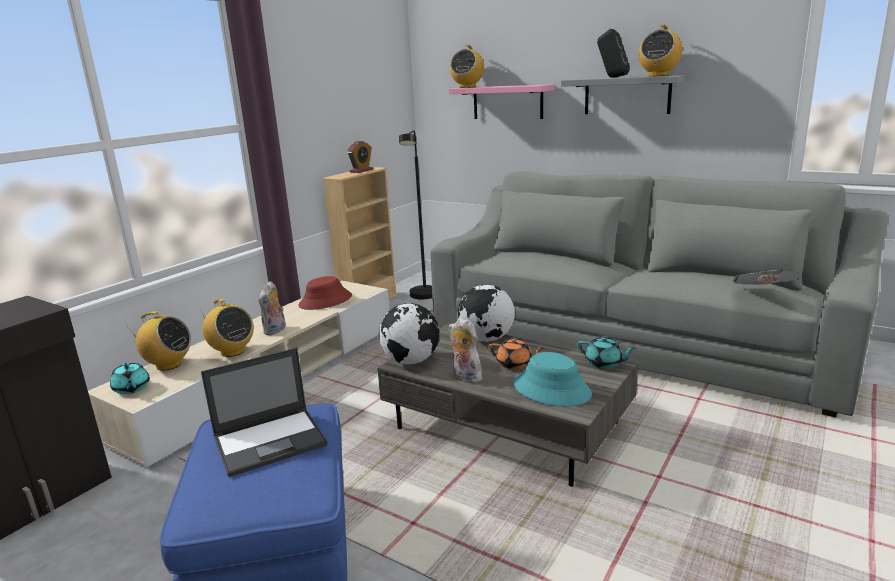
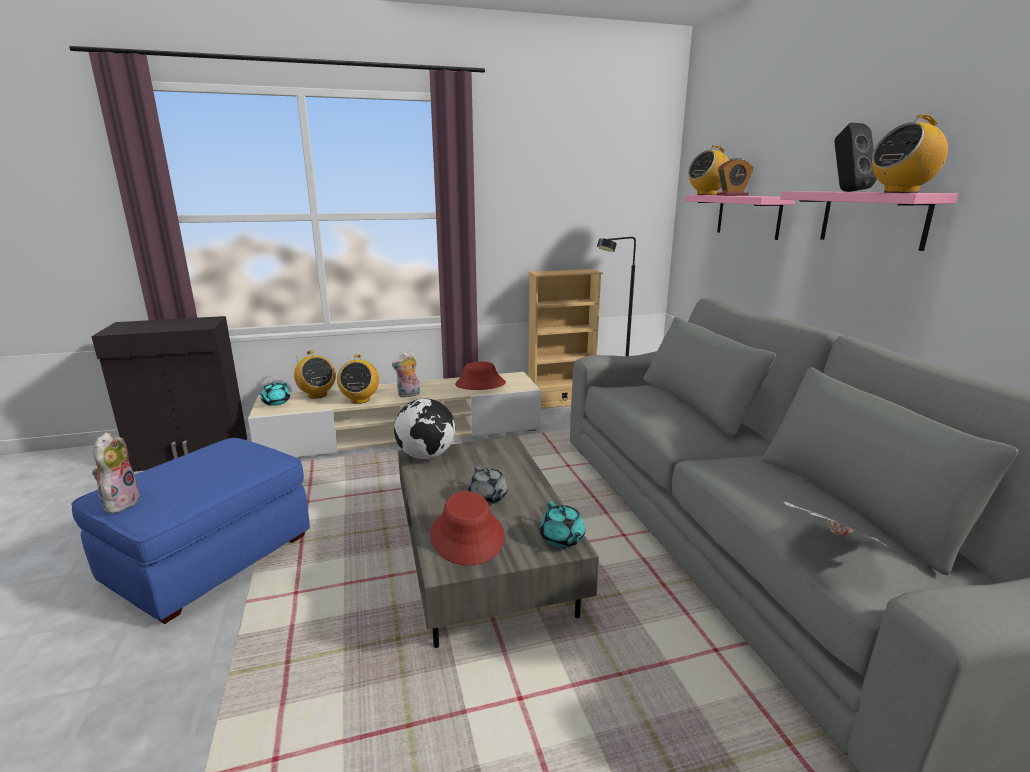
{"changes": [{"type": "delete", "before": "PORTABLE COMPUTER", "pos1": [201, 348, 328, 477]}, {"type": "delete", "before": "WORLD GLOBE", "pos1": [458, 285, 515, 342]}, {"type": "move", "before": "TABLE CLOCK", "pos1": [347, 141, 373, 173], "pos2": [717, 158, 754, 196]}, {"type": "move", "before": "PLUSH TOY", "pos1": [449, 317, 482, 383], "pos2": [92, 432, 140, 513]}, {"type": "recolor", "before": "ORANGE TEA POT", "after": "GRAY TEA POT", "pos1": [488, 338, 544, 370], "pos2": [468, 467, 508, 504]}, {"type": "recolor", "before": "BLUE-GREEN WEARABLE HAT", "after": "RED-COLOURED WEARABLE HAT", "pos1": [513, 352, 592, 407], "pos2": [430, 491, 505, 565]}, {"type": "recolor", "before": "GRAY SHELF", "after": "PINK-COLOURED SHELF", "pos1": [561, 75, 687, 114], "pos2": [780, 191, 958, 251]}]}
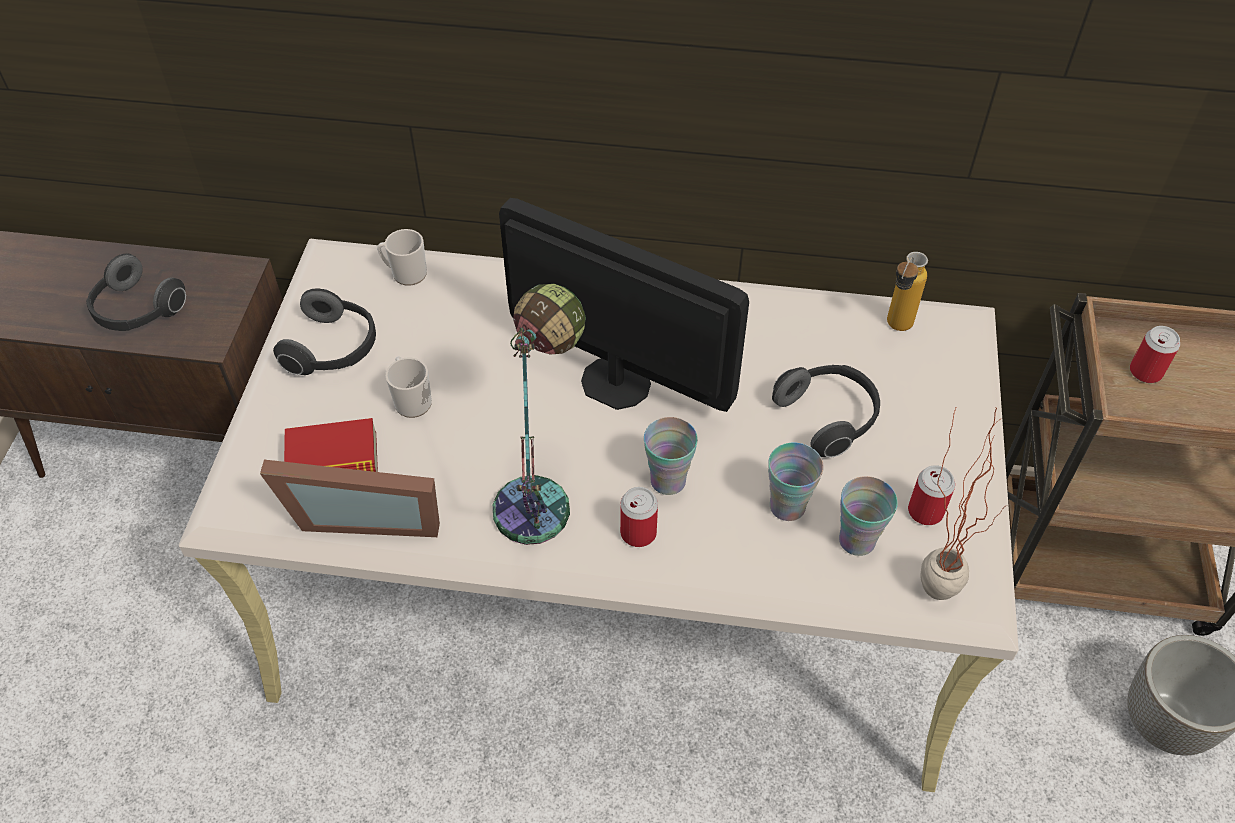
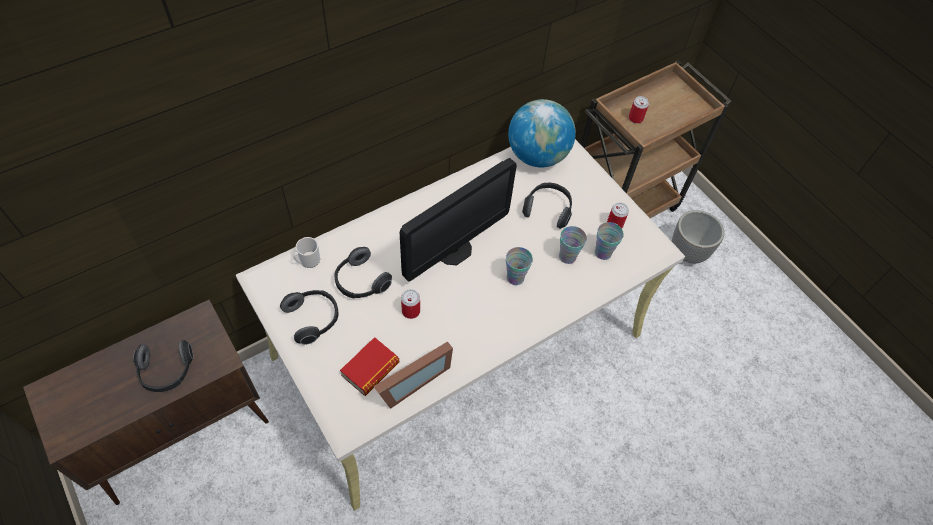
{"changes": [{"type": "delete", "before": "TEA MUG", "pos1": [386, 356, 432, 418]}, {"type": "delete", "before": "TABLE LAMP", "pos1": [493, 284, 586, 545]}, {"type": "delete", "before": "HOUSEPLANT", "pos1": [920, 406, 1008, 600]}, {"type": "insert", "after": "HEADPHONES", "pos2": [335, 247, 392, 298]}, {"type": "move", "before": "SEALED CAN", "pos1": [620, 487, 658, 547], "pos2": [401, 289, 420, 319]}, {"type": "replace", "before": "BOTTLE", "after": "WORLD GLOBE", "pos1": [887, 252, 928, 331], "pos2": [508, 99, 576, 168]}, {"type": "rotate", "before": "COMPUTER SCREEN", "pos1": [499, 198, 749, 412], "pos2": [400, 158, 517, 282], "turn": 150}]}
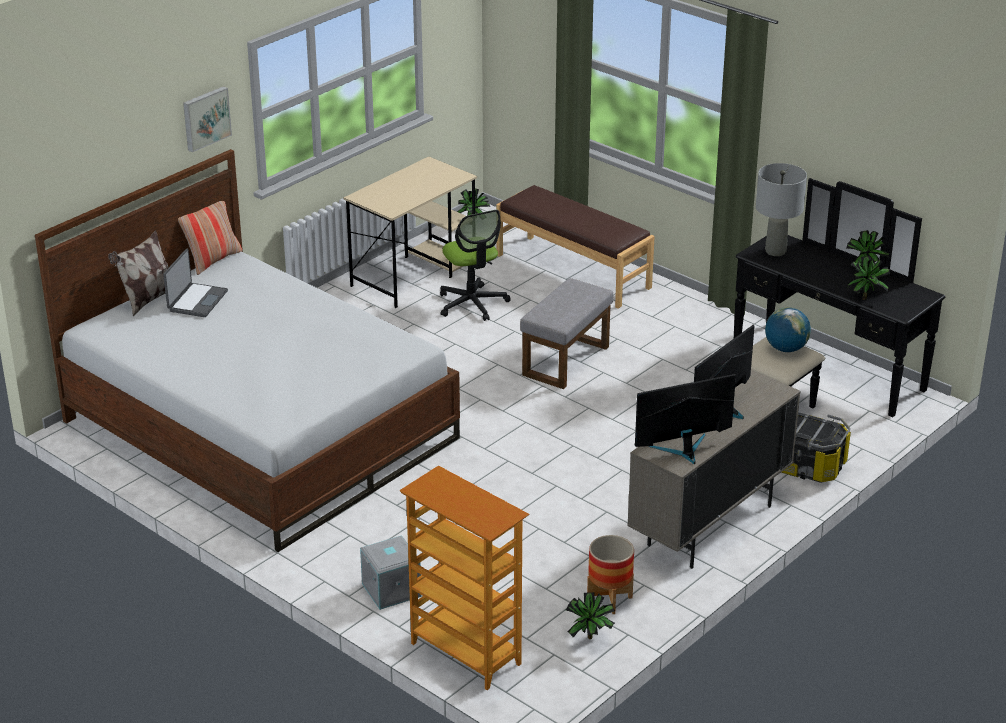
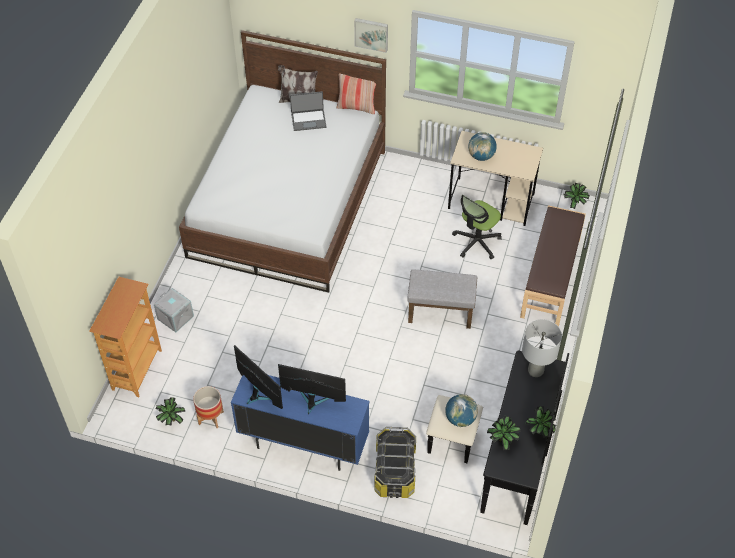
{"changes": [{"type": "insert", "after": "WORLD GLOBE", "pos2": [468, 132, 497, 161]}, {"type": "recolor", "before": "SAND-COLOURED CUPBOARD", "after": "BLUE CUPBOARD", "pos1": [627, 369, 801, 569], "pos2": [231, 375, 369, 471]}]}
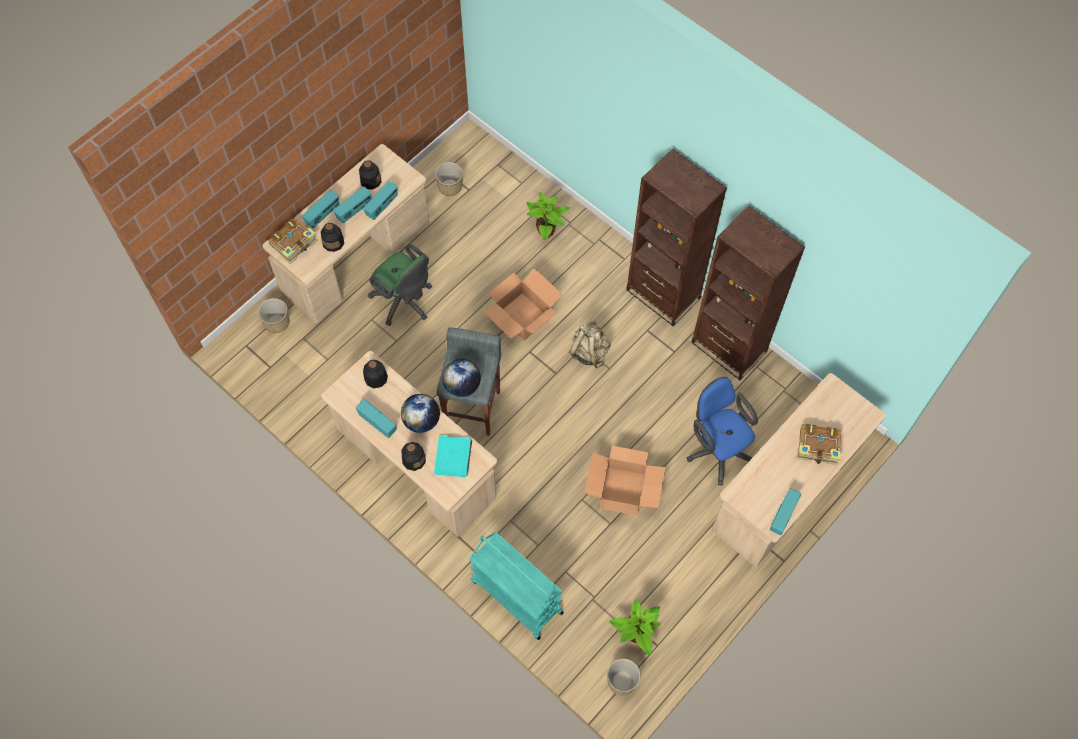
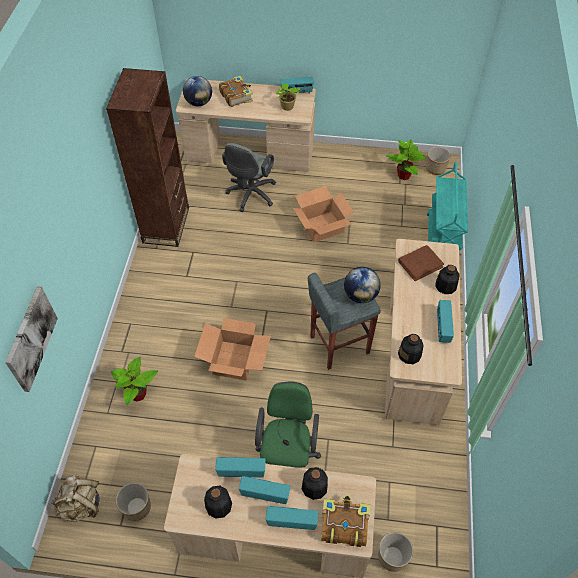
{"changes": [{"type": "delete", "before": "BROWN-COLOURED BOOKSHELF", "pos1": [626, 148, 727, 326]}, {"type": "insert", "after": "WALL PICTURE", "pos2": [5, 286, 58, 392]}, {"type": "insert", "after": "HOUSEPLANT", "pos2": [276, 83, 300, 111]}, {"type": "move", "before": "WORLD GLOBE", "pos1": [401, 394, 440, 433], "pos2": [183, 76, 212, 106]}, {"type": "move", "before": "SAND-COLOURED BACKPACK", "pos1": [569, 320, 611, 369], "pos2": [51, 474, 100, 522]}, {"type": "recolor", "before": "BLUE-GREEN VOLUME", "after": "BROWN-COLOURED VOLUME", "pos1": [434, 436, 472, 477], "pos2": [398, 245, 444, 281]}, {"type": "recolor", "before": "BLUE DESK CHAIR", "after": "GRAY DESK CHAIR", "pos1": [686, 377, 758, 485], "pos2": [222, 143, 276, 212]}]}
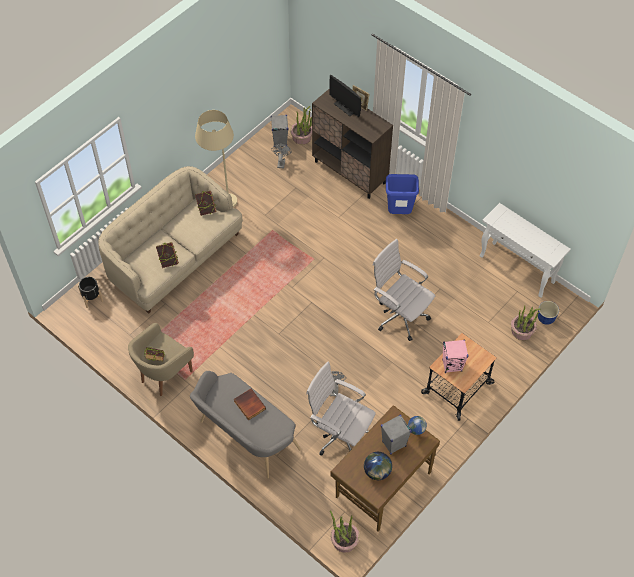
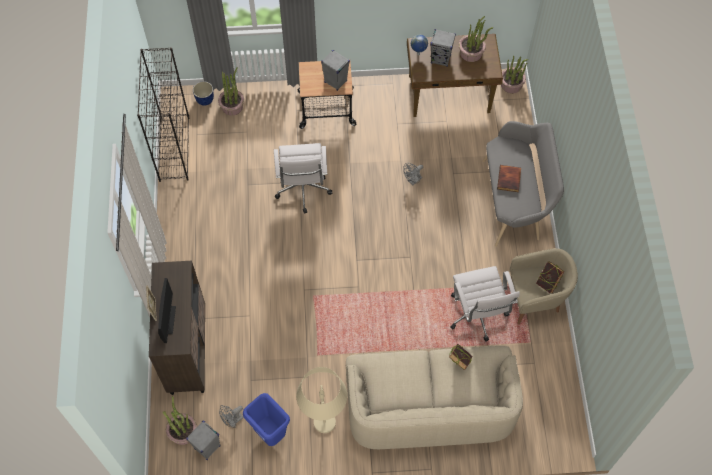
{"changes": [{"type": "delete", "before": "BLACK-COLOURED FLOWER POT", "pos1": [78, 277, 103, 308]}, {"type": "delete", "before": "VOLUME", "pos1": [195, 191, 217, 216]}, {"type": "move", "before": "WHITE DESK CHAIR", "pos1": [306, 361, 376, 456], "pos2": [450, 266, 520, 342]}, {"type": "move", "before": "BLUE WASTE BIN", "pos1": [386, 174, 419, 214], "pos2": [243, 393, 290, 446]}, {"type": "replace", "before": "WORLD GLOBE", "after": "HOUSEPLANT", "pos1": [364, 452, 392, 480], "pos2": [459, 16, 494, 62]}, {"type": "replace", "before": "WHITE NARROW TABLE", "after": "BLACK-COLOURED BOOKSHELF", "pos1": [479, 203, 571, 298], "pos2": [137, 47, 190, 182]}, {"type": "recolor", "before": "PINK-COLOURED LOUDSPEAKER", "after": "GRAY LOUDSPEAKER", "pos1": [442, 340, 469, 373], "pos2": [321, 50, 350, 91]}]}
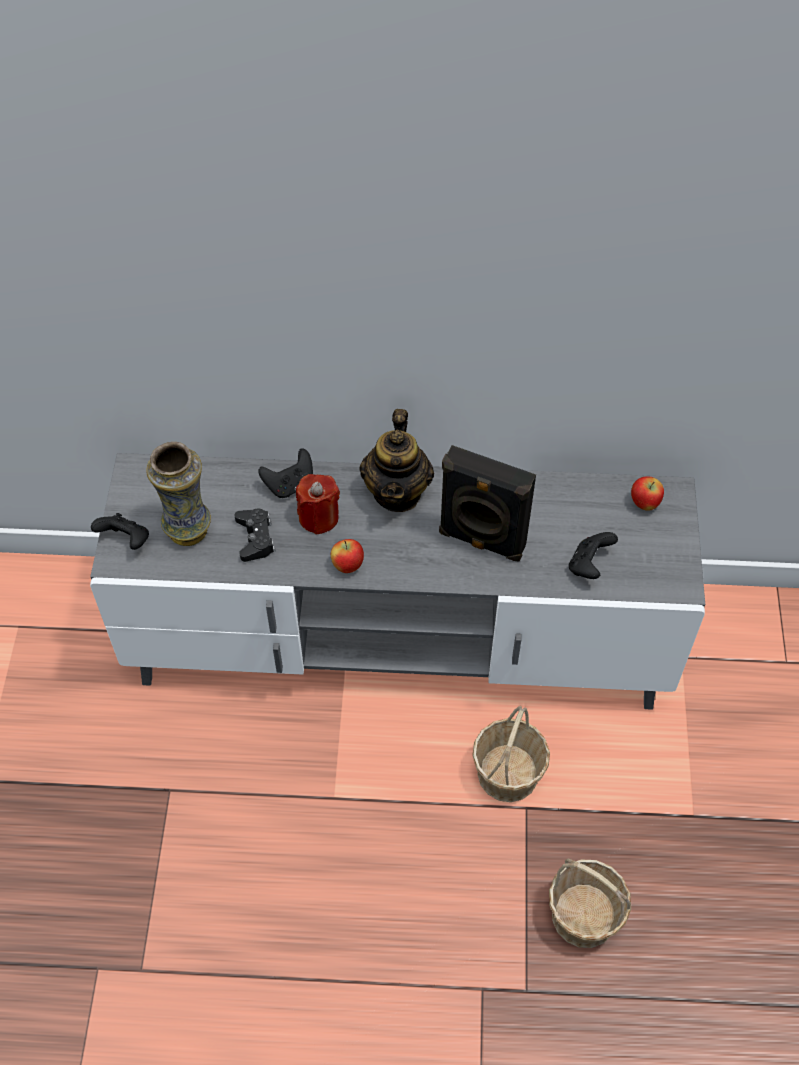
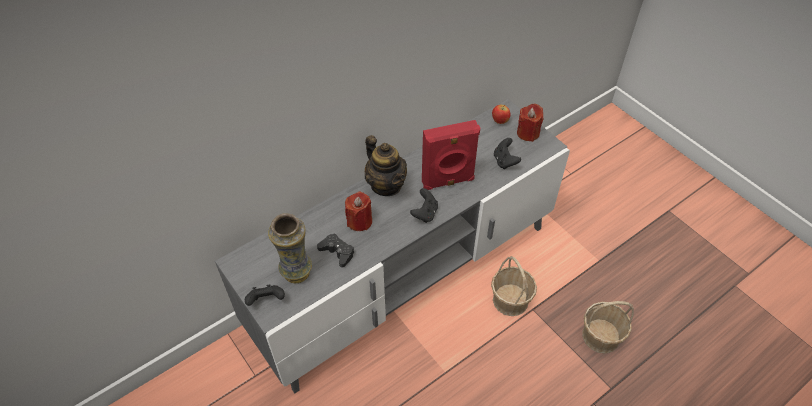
{"changes": [{"type": "delete", "before": "APPLE", "pos1": [331, 539, 364, 573]}, {"type": "insert", "after": "RED-COLOURED WAX CANDLE", "pos2": [517, 104, 543, 142]}, {"type": "move", "before": "BLACK-COLOURED GAMEPAD", "pos1": [258, 449, 313, 498], "pos2": [410, 188, 438, 223]}, {"type": "recolor", "before": "BLACK-COLOURED LOUDSPEAKER", "after": "RED-COLOURED LOUDSPEAKER", "pos1": [439, 445, 536, 562], "pos2": [422, 120, 480, 190]}]}
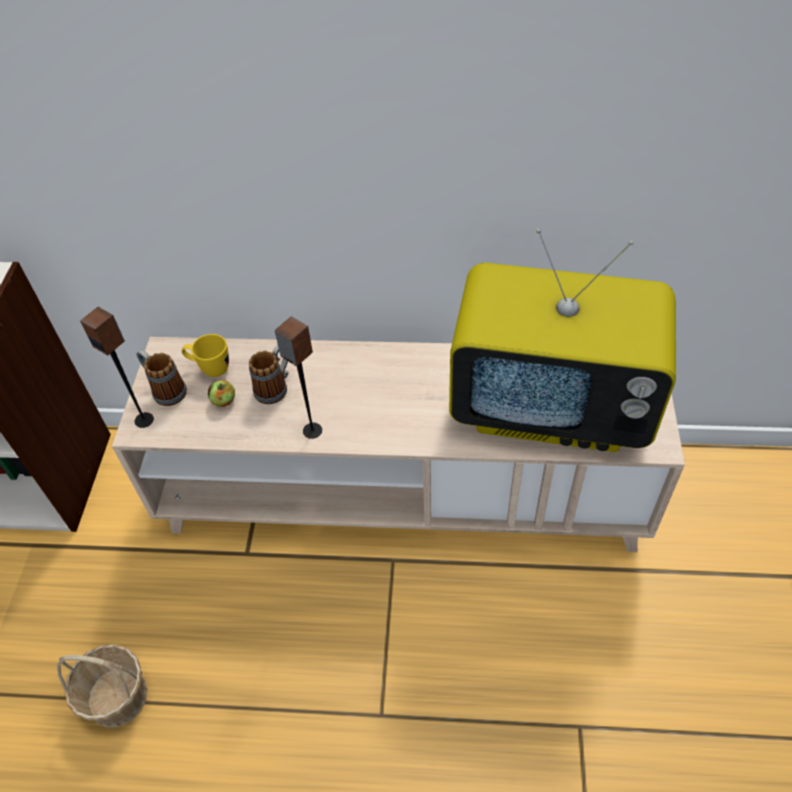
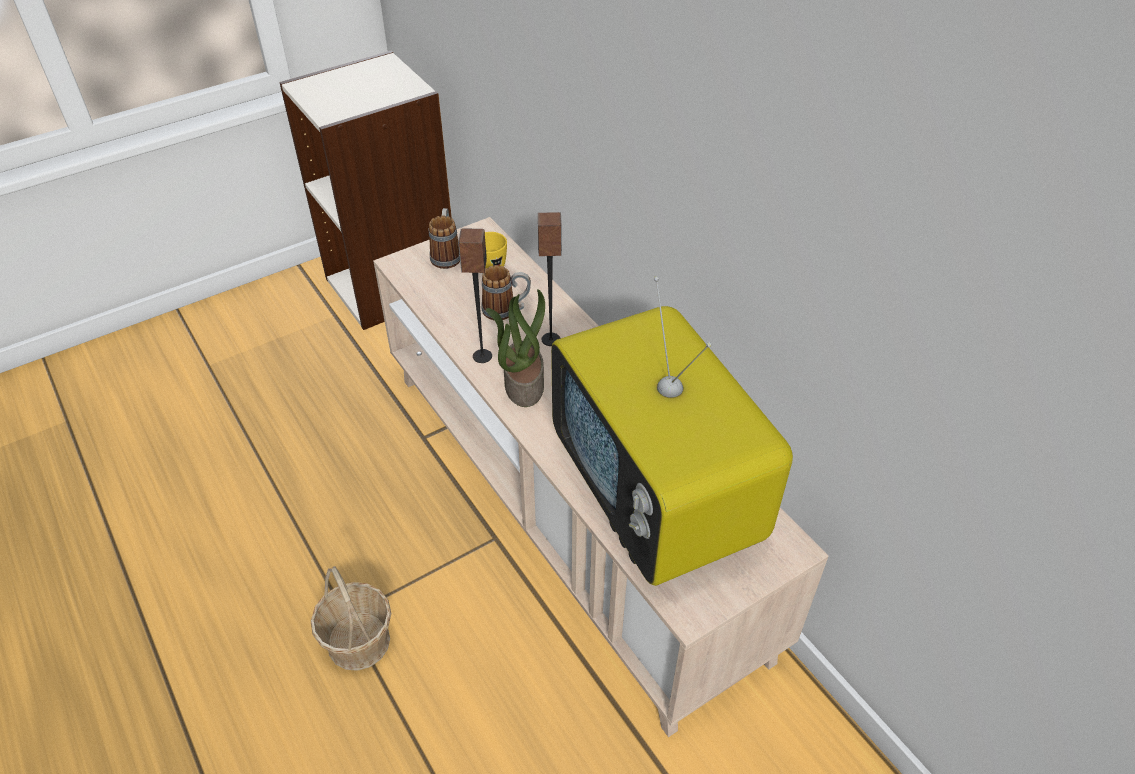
{"changes": [{"type": "delete", "before": "APPLE", "pos1": [208, 380, 235, 407]}, {"type": "insert", "after": "HOUSEPLANT", "pos2": [486, 289, 545, 407]}, {"type": "move", "before": "STORAGE BASKET", "pos1": [57, 644, 148, 728], "pos2": [311, 566, 391, 671]}, {"type": "move", "before": "LOUDSPEAKER", "pos1": [80, 307, 154, 428], "pos2": [538, 212, 562, 346]}]}
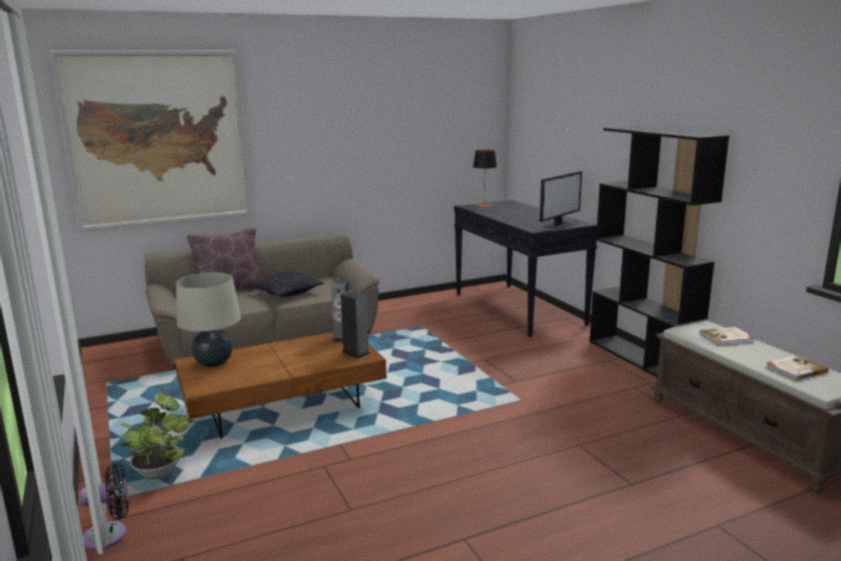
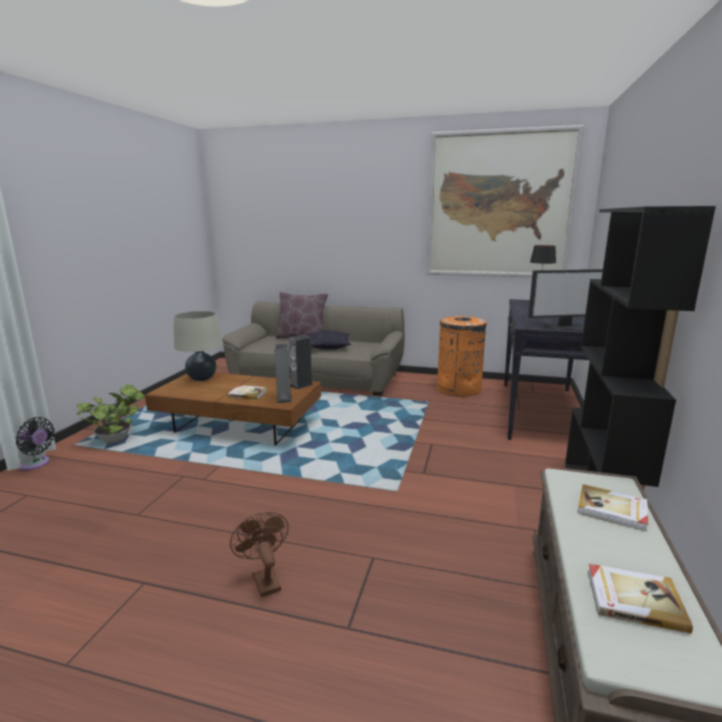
{"changes": [{"type": "insert", "after": "VOLUME", "pos2": [228, 385, 267, 400]}, {"type": "insert", "after": "BROWN-COLOURED COOLING FAN", "pos2": [230, 512, 289, 597]}, {"type": "insert", "after": "ORANGE WASTE BIN", "pos2": [437, 316, 487, 397]}, {"type": "move", "before": "WALL PICTURE", "pos1": [49, 50, 251, 232], "pos2": [426, 125, 584, 277]}]}
